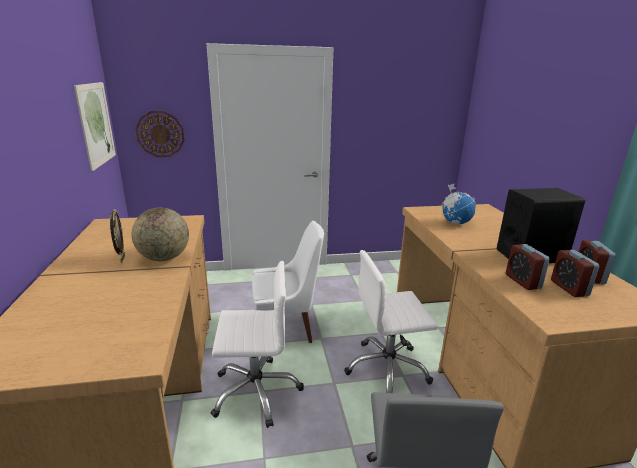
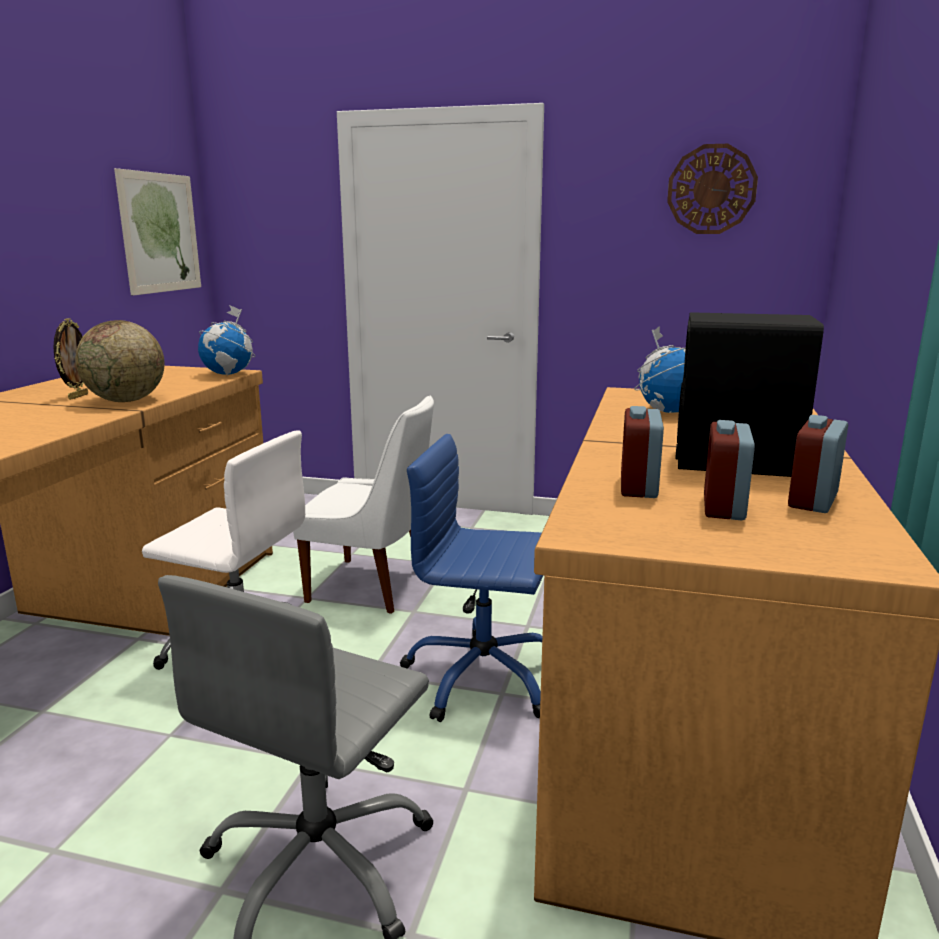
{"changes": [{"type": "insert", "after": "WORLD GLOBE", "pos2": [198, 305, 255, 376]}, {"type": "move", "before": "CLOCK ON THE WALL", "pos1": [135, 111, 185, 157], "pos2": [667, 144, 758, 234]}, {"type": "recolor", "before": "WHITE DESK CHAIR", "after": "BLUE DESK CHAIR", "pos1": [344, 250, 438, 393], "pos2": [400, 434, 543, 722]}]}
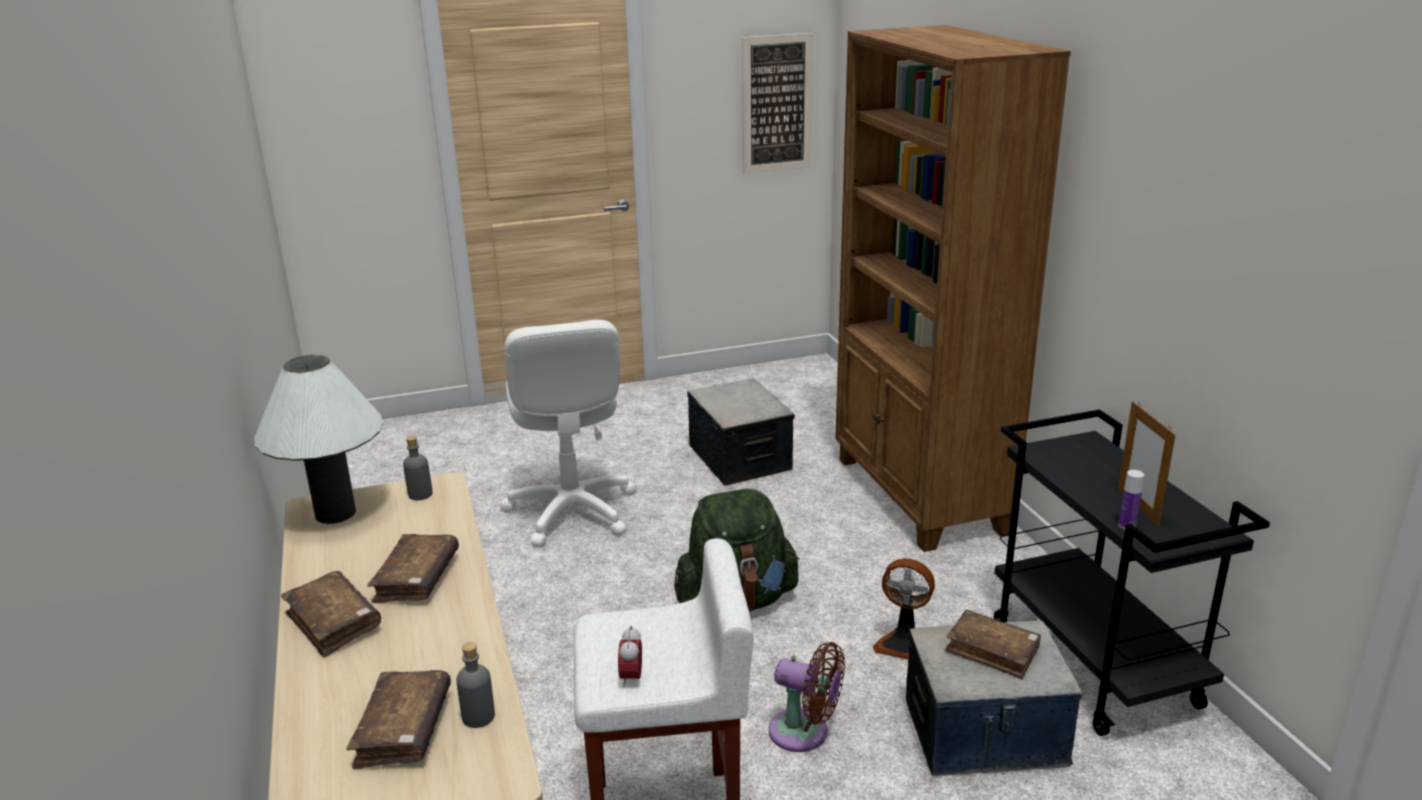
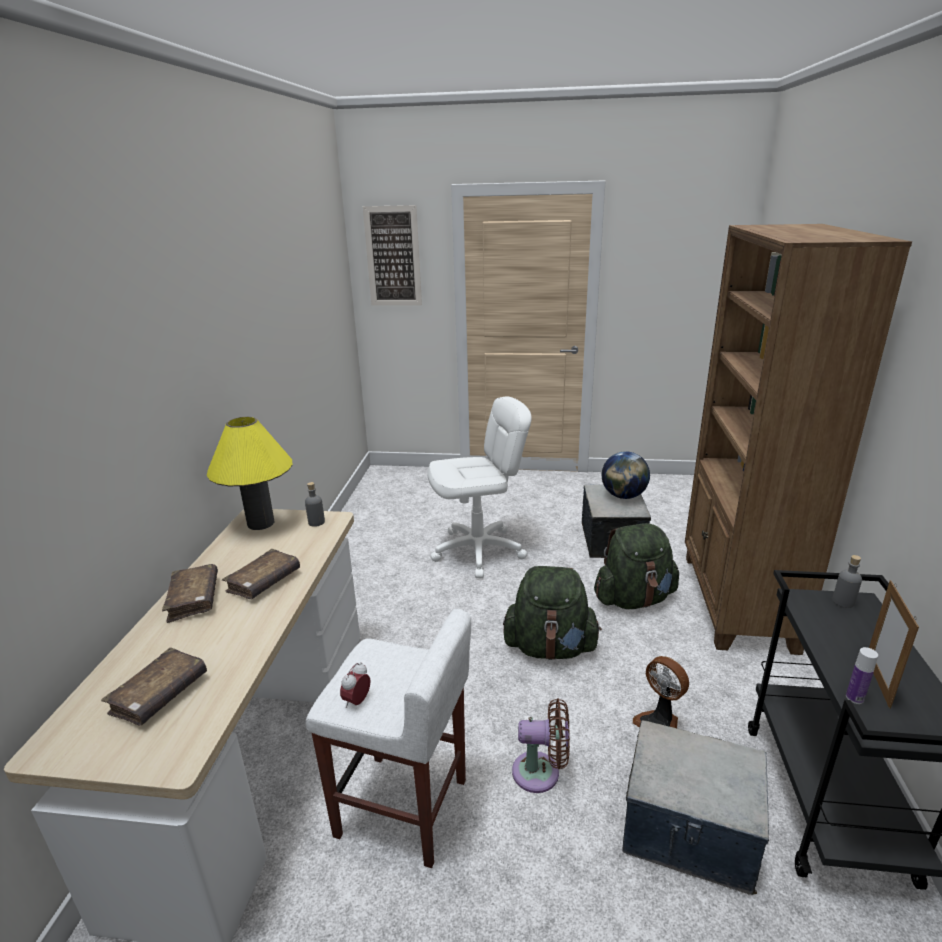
{"changes": [{"type": "delete", "before": "BROWN-COLOURED VOLUME", "pos1": [945, 610, 1041, 679]}, {"type": "insert", "after": "GREENISH BACKPACK", "pos2": [594, 523, 679, 609]}, {"type": "insert", "after": "WORLD GLOBE", "pos2": [602, 451, 650, 499]}, {"type": "move", "before": "GRAY BOTTLE", "pos1": [456, 642, 495, 728], "pos2": [832, 555, 862, 608]}, {"type": "move", "before": "WALL PICTURE", "pos1": [742, 33, 813, 174], "pos2": [363, 205, 422, 306]}, {"type": "recolor", "before": "WHITE TABLE LAMP", "after": "YELLOWISH TABLE LAMP", "pos1": [254, 355, 383, 524], "pos2": [207, 417, 292, 530]}, {"type": "rotate", "before": "WHITE DESK CHAIR", "pos1": [500, 320, 637, 547], "pos2": [427, 396, 532, 578], "turn": -120}, {"type": "rotate", "before": "BROWN-COLOURED COOLING FAN", "pos1": [768, 642, 845, 752], "pos2": [512, 698, 570, 793], "turn": -45}]}
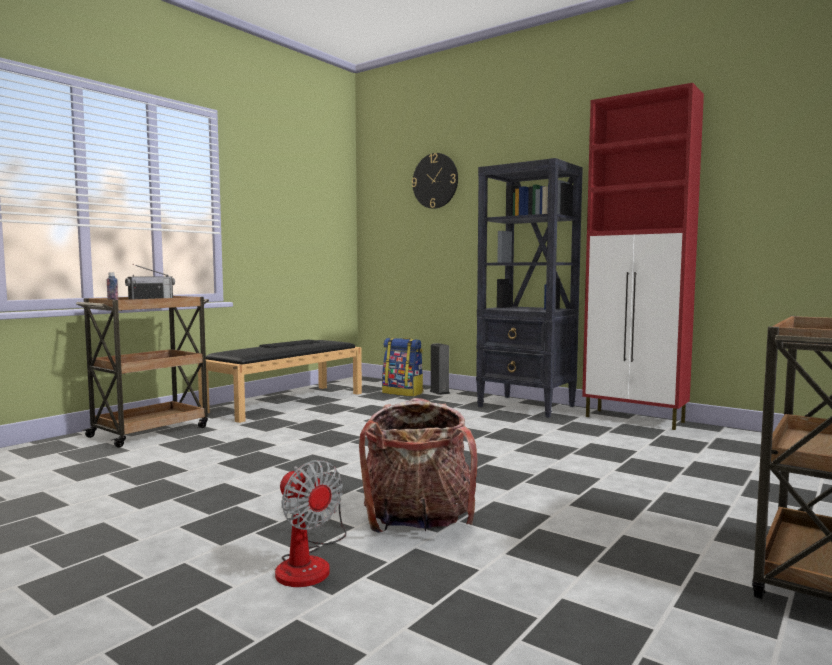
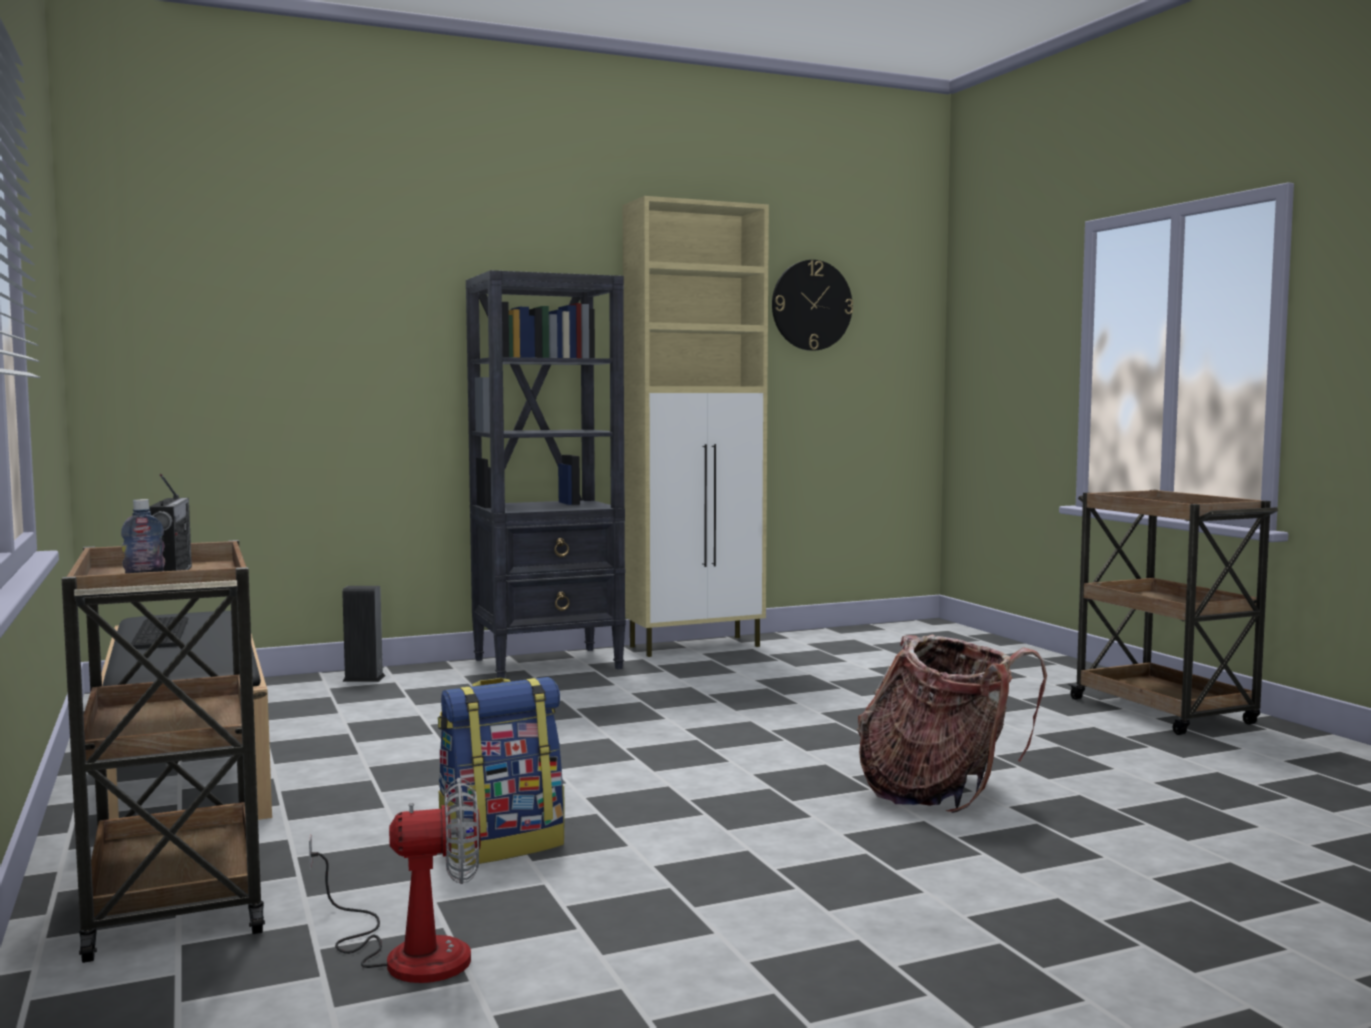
{"changes": [{"type": "move", "before": "COOLING FAN", "pos1": [275, 460, 346, 587], "pos2": [309, 778, 480, 983]}, {"type": "move", "before": "BACKPACK", "pos1": [382, 338, 423, 397], "pos2": [438, 677, 565, 866]}, {"type": "move", "before": "CLOCK ON THE WALL", "pos1": [412, 153, 458, 209], "pos2": [772, 260, 853, 351]}, {"type": "recolor", "before": "RED-COLOURED CUPBOARD", "after": "SAND-COLOURED CUPBOARD", "pos1": [582, 83, 704, 430], "pos2": [623, 196, 769, 657]}]}
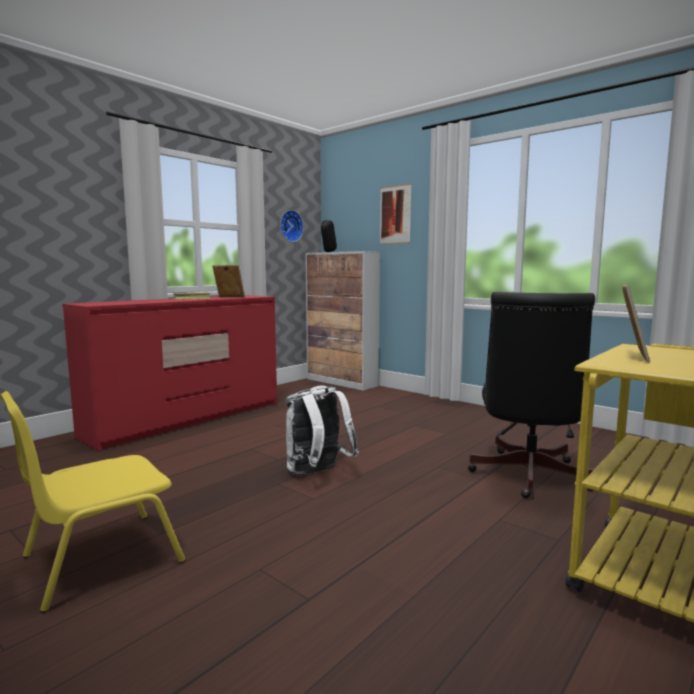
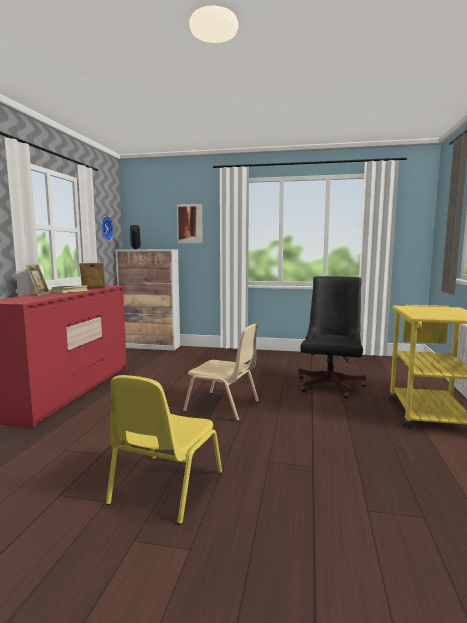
{"changes": [{"type": "move", "before": "PICTURE FRAME", "pos1": [622, 285, 651, 363], "pos2": [25, 264, 50, 296]}, {"type": "replace", "before": "WHITE BACKPACK", "after": "SAND-COLOURED CHAIR", "pos1": [286, 386, 359, 476], "pos2": [183, 324, 259, 421]}, {"type": "rotate", "before": "BLACK-COLOURED DESK CHAIR", "pos1": [468, 292, 595, 498], "pos2": [298, 276, 366, 398], "turn": -150}]}
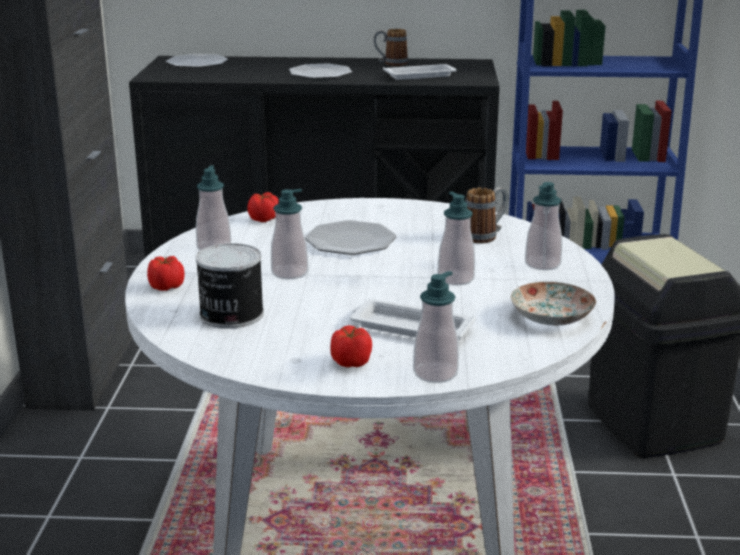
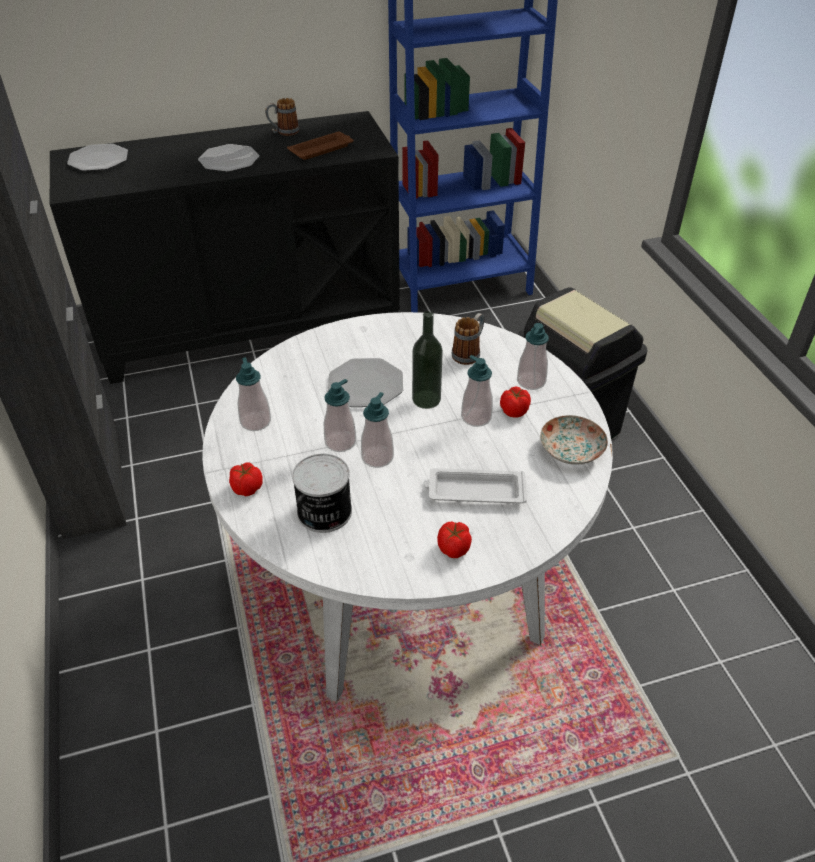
{"changes": [{"type": "insert", "after": "BOTTLE", "pos2": [412, 311, 443, 409]}, {"type": "move", "before": "WHOLE TOMATO", "pos1": [247, 192, 279, 222], "pos2": [500, 386, 531, 418]}, {"type": "move", "before": "LIQUID SOAP BOTTLE", "pos1": [413, 271, 459, 383], "pos2": [361, 392, 394, 468]}, {"type": "recolor", "before": "WHITE SERVING TRAY", "after": "BROWN-COLOURED SERVING TRAY", "pos1": [383, 64, 457, 80], "pos2": [287, 132, 353, 160]}]}
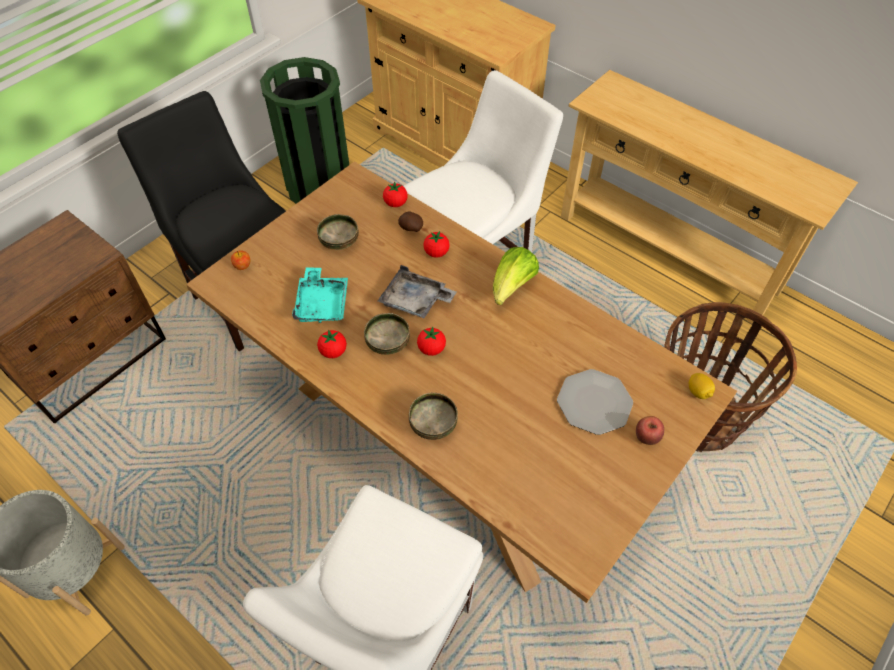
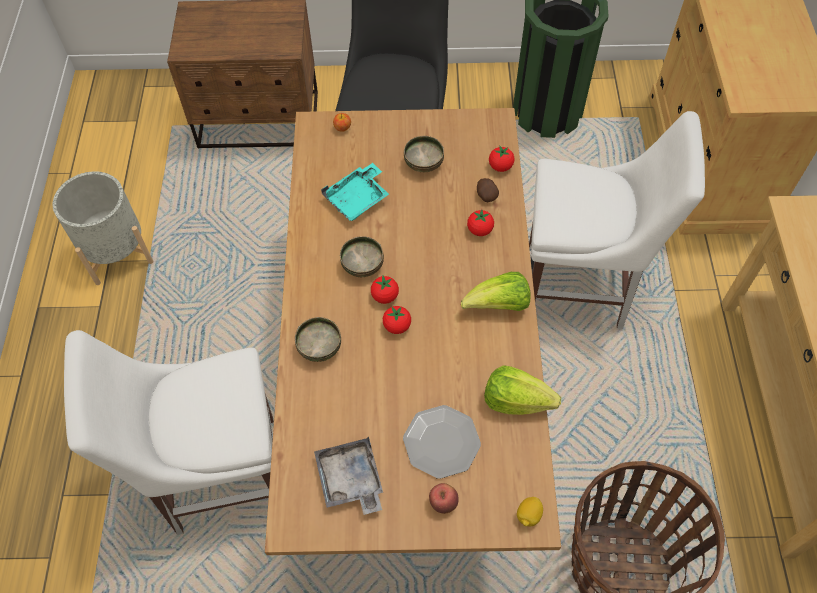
{"changes": [{"type": "insert", "after": "LETTUCE HEAD", "pos2": [484, 366, 561, 415]}, {"type": "move", "before": "WHOLE TOMATO", "pos1": [317, 329, 347, 358], "pos2": [383, 306, 411, 334]}, {"type": "move", "before": "GRAY SERVING TRAY", "pos1": [378, 265, 456, 318], "pos2": [314, 436, 383, 515]}]}
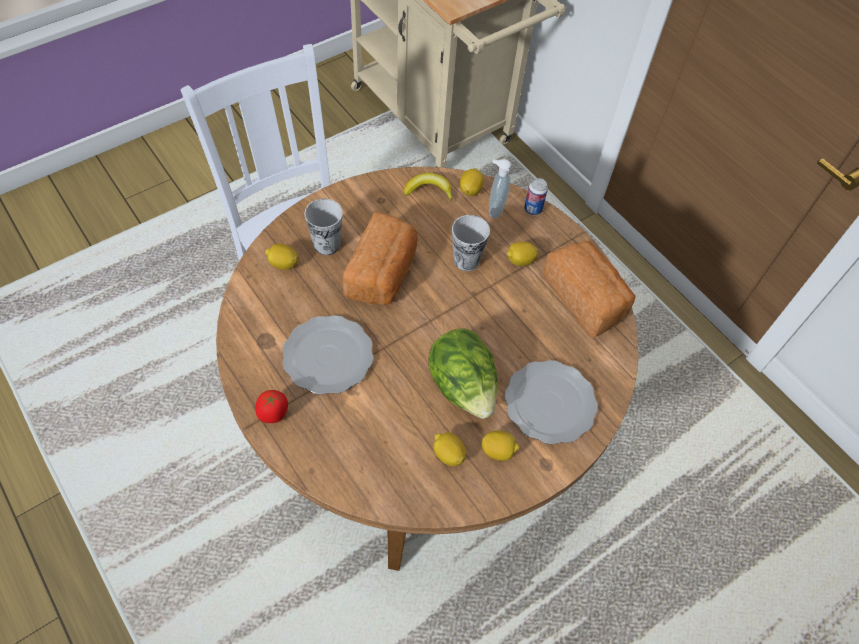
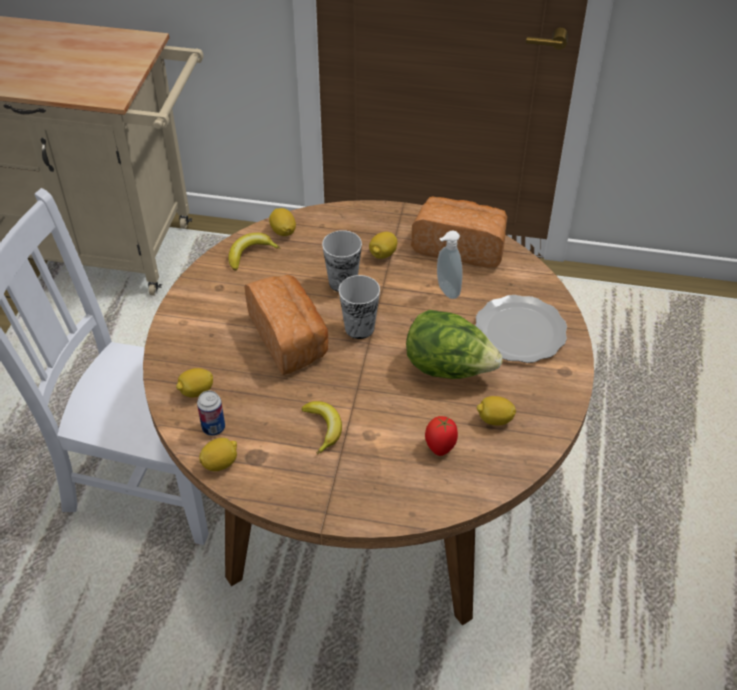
{"changes": [{"type": "move", "before": "WHOLE TOMATO", "pos1": [255, 390, 288, 423], "pos2": [425, 416, 458, 456]}, {"type": "move", "before": "DRINKING CUP", "pos1": [304, 199, 343, 255], "pos2": [339, 275, 380, 339]}, {"type": "move", "before": "CITRUS FRUIT", "pos1": [481, 431, 520, 461], "pos2": [199, 438, 237, 471]}, {"type": "move", "before": "LIQUID SOAP BOTTLE", "pos1": [489, 159, 511, 219], "pos2": [437, 231, 462, 299]}, {"type": "move", "before": "SEALED CAN", "pos1": [524, 178, 548, 215], "pos2": [197, 391, 225, 436]}, {"type": "replace", "before": "DINNER PLATE", "after": "BANANA FRUIT", "pos1": [282, 315, 373, 395], "pos2": [302, 401, 342, 455]}]}
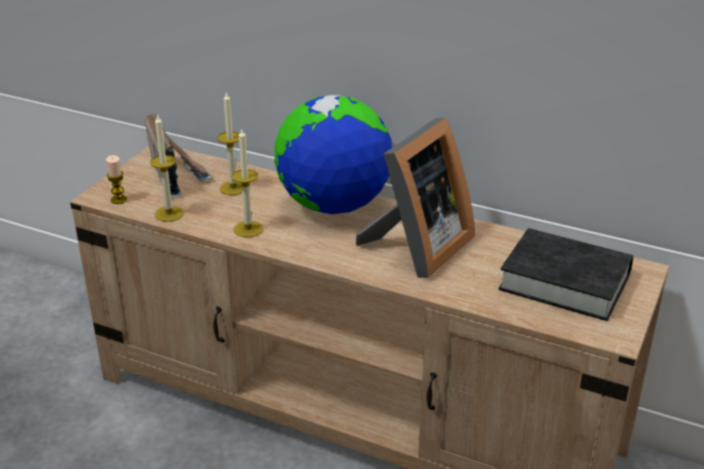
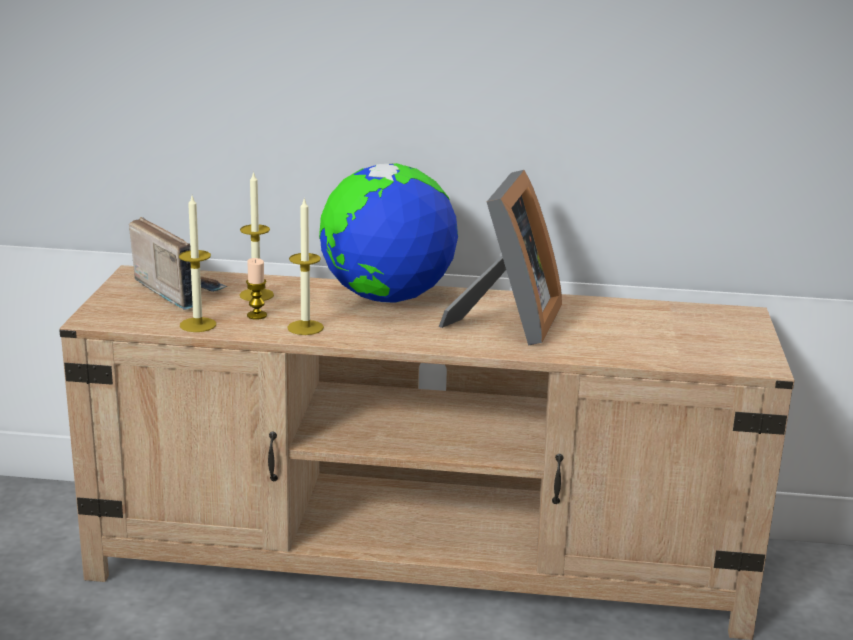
{"changes": [{"type": "delete", "before": "BLACK-COLOURED VOLUME", "pos1": [499, 228, 633, 321]}, {"type": "move", "before": "WAX CANDLE", "pos1": [106, 155, 127, 204], "pos2": [246, 258, 267, 320]}]}
